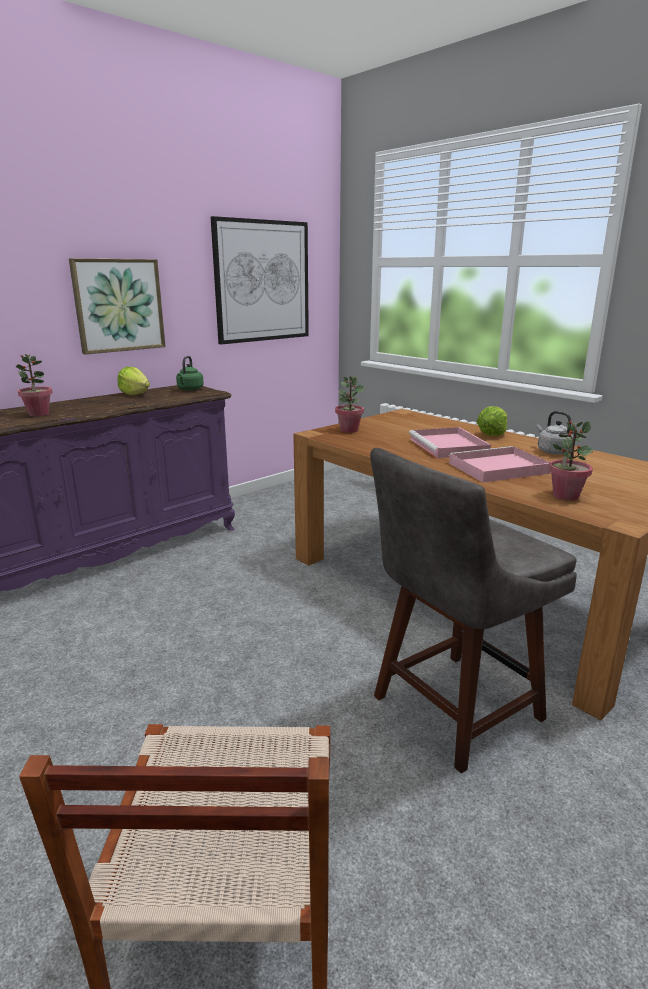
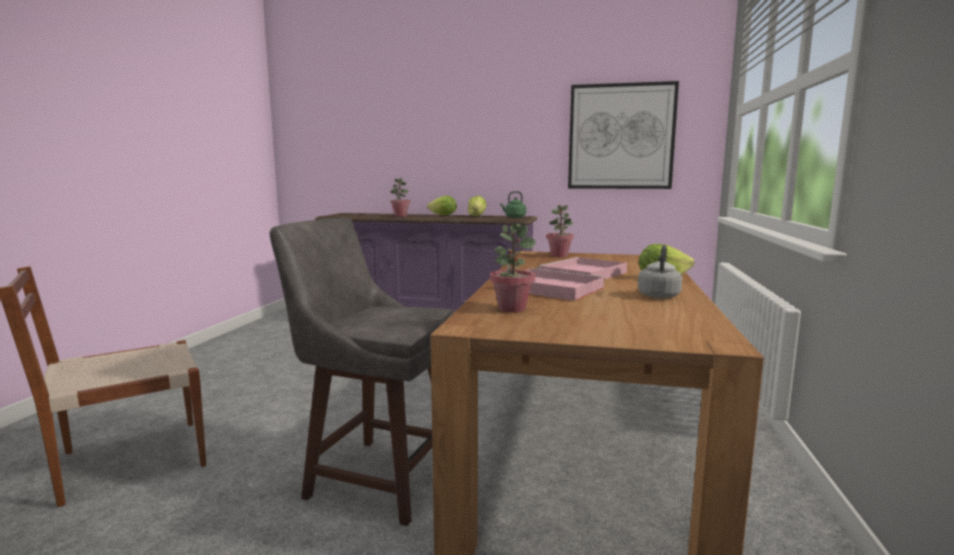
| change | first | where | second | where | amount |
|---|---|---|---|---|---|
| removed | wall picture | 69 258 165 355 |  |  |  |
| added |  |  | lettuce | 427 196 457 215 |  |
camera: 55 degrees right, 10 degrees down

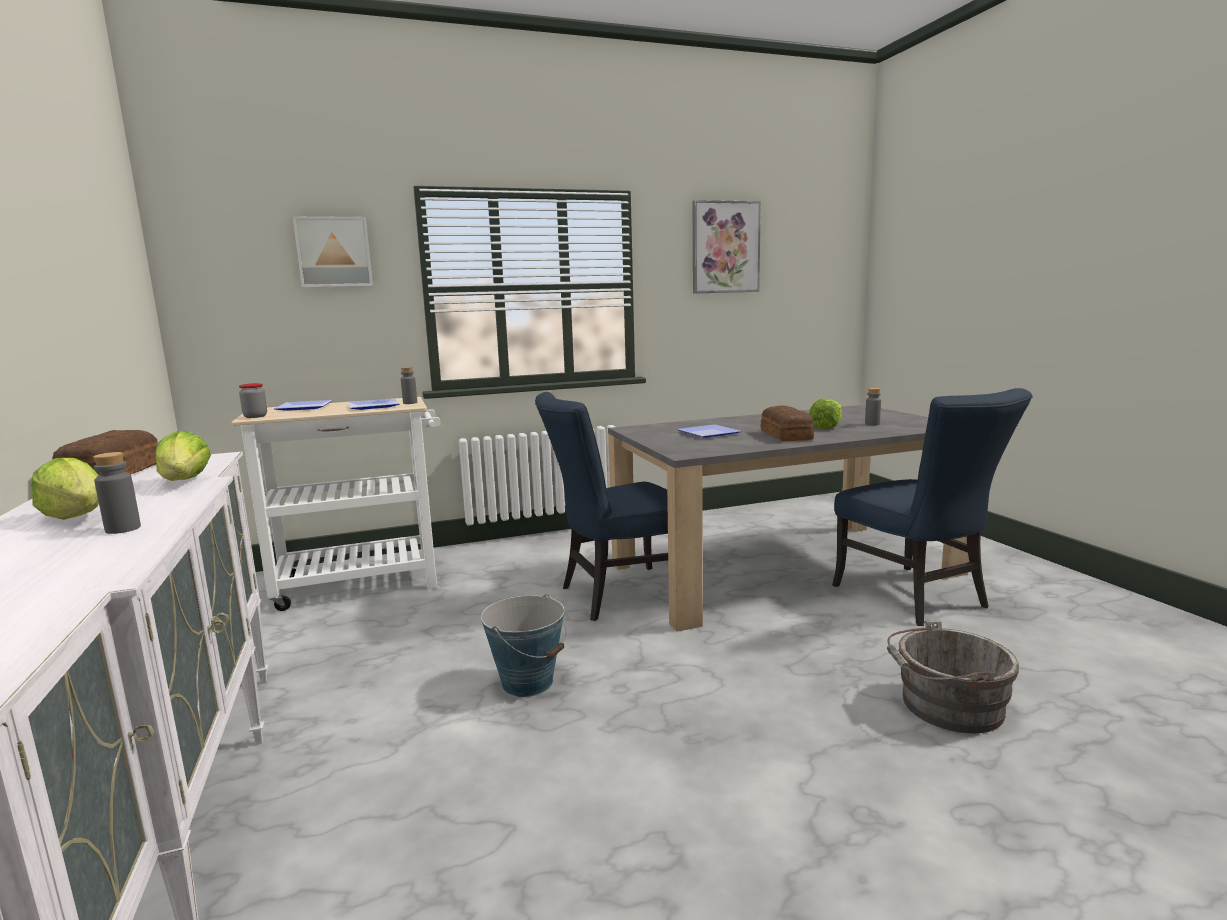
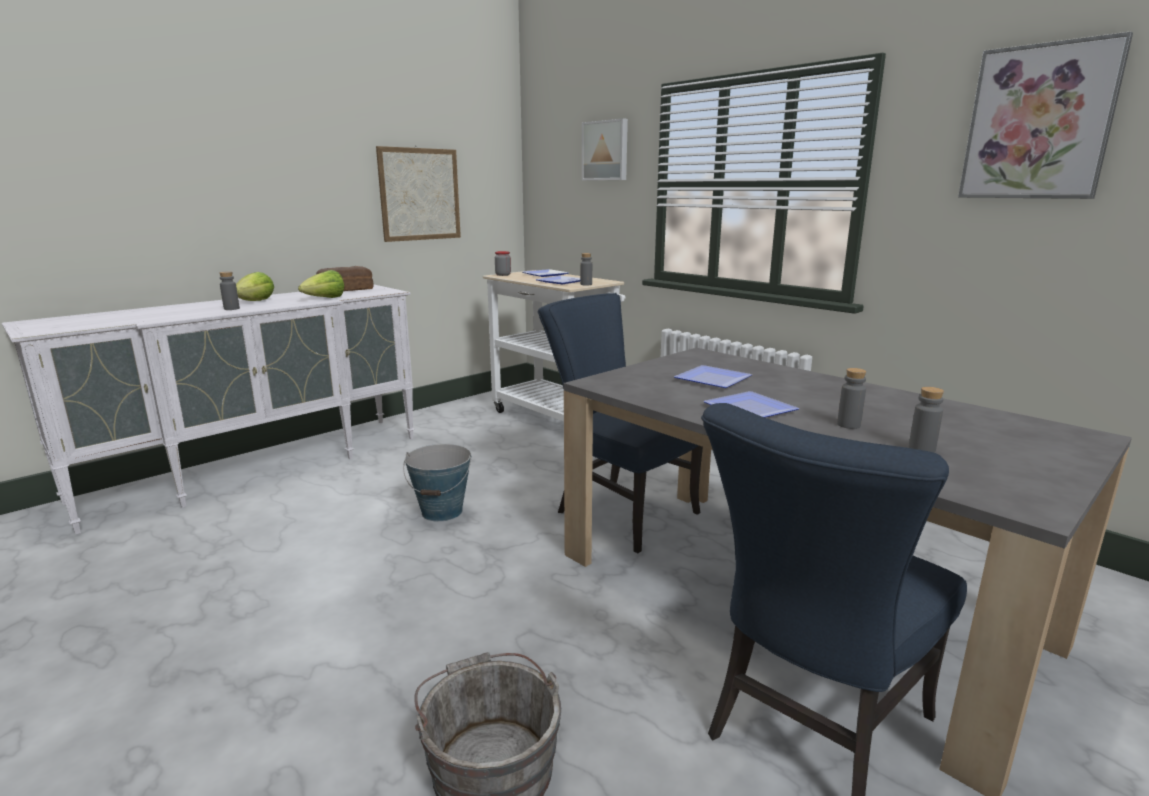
| change | first | where | second | where | amount |
|---|---|---|---|---|---|
| added |  |  | wall picture | 376 146 461 242 |  |
| replaced | baked bread | 761 405 814 441 | flat dish | 704 391 799 418 |  |
| replaced | lettuce | 809 398 842 429 | greyish beverage bottle | 837 368 866 429 |  |
camera: 65 degrees right, 5 degrees up

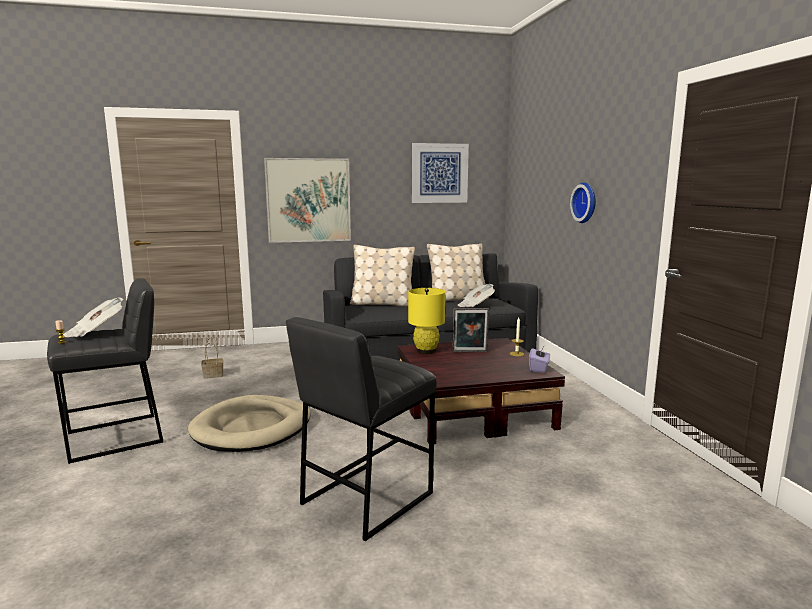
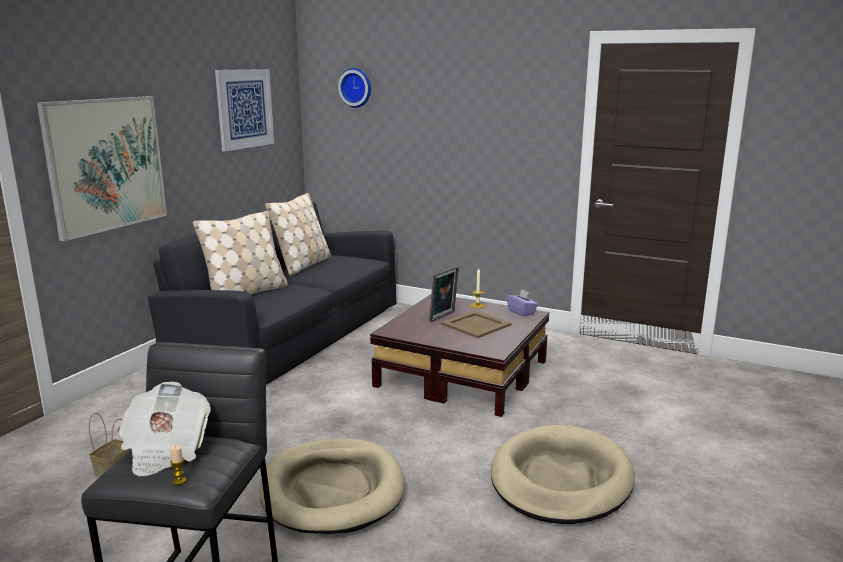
| change | first | where | second | where | amount |
|---|---|---|---|---|---|
| removed | yellow-coloured lamp for a table | 408 288 445 354 |  |  |  |
| removed | printed paper | 458 284 495 307 |  |  |  |
| added |  |  | beige serving tray | 441 310 512 338 |  |
| moved | hanging clock | 570 182 596 223 |  | 338 68 371 108 |  |
| replaced | greyish sitting stool | 286 317 437 541 | beige dog bed | 491 425 635 524 |  |
camera: 50 degrees left, 5 degrees up

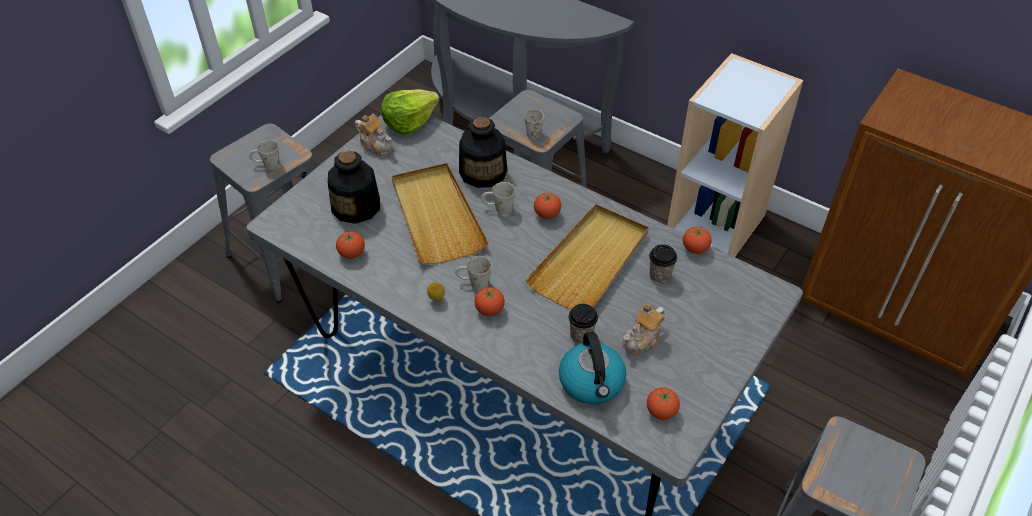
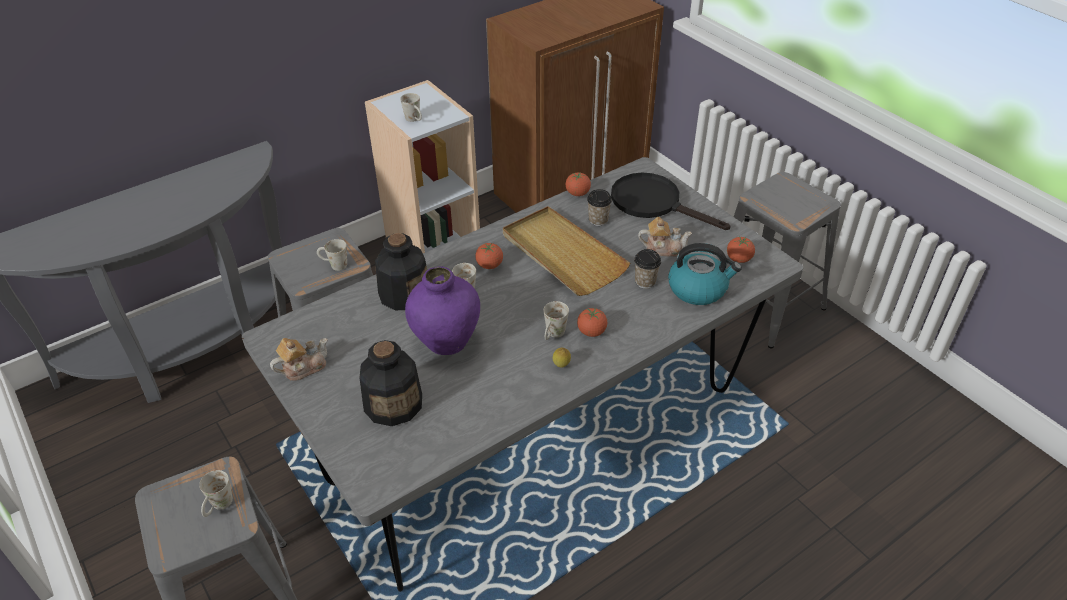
| change | first | where | second | where | amount |
|---|---|---|---|---|---|
| removed | whole tomato | 336 231 365 259 |  |  |  |
| removed | lettuce | 381 89 439 135 |  |  |  |
| added |  |  | white-coloured mug | 400 93 422 122 |  |
| added |  |  | black-coloured skillet | 611 173 730 230 |  |
| replaced | beige serving tray | 392 163 488 264 | purple-coloured vase | 405 266 480 355 |  |
| turned | teapot | 622 304 665 355 |  | 638 217 692 257 | 60 degrees counterclockwise |
camera: 70 degrees left, 5 degrees down

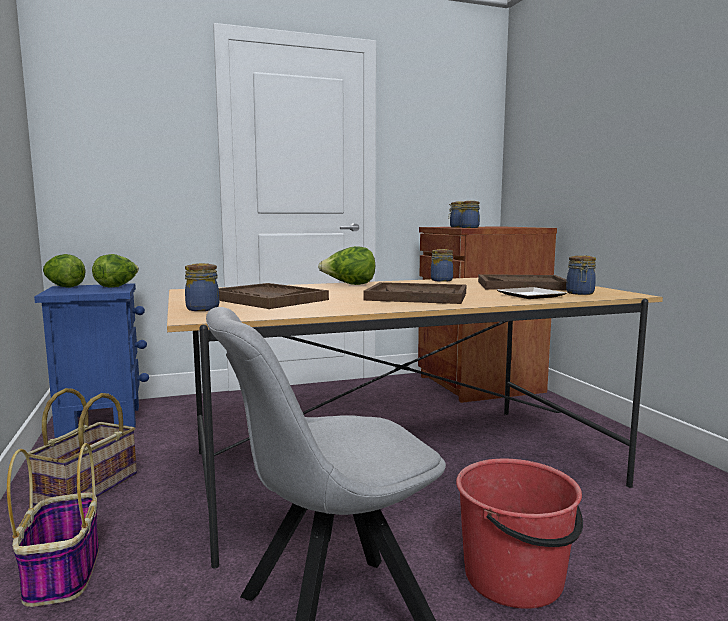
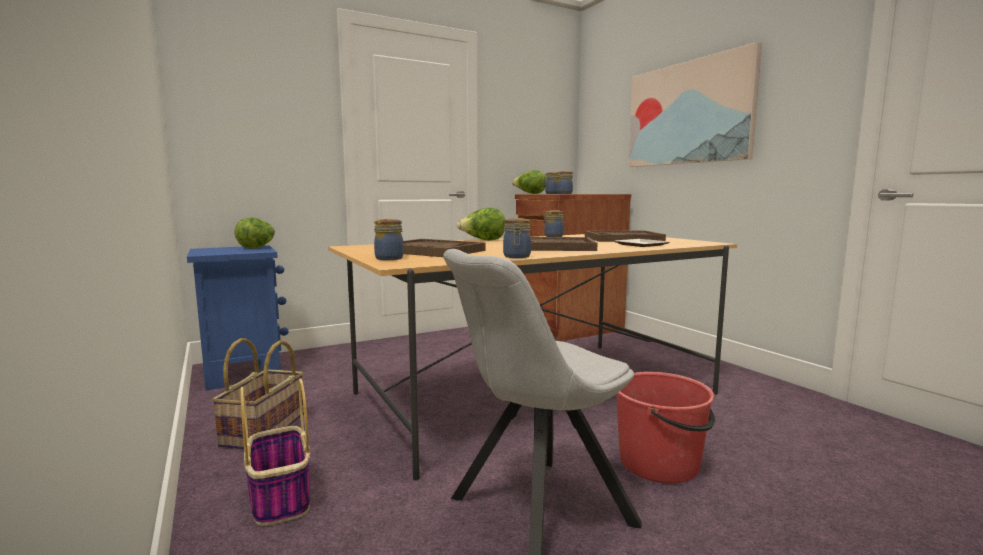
| change | first | where | second | where | amount |
|---|---|---|---|---|---|
| added |  |  | wall picture | 628 42 762 167 |  |
| moved | lettuce | 43 254 86 288 |  | 512 170 546 194 |  |
| moved | jar | 566 255 596 295 |  | 503 218 531 258 |  |
camera: 10 degrees left, 0 degrees up

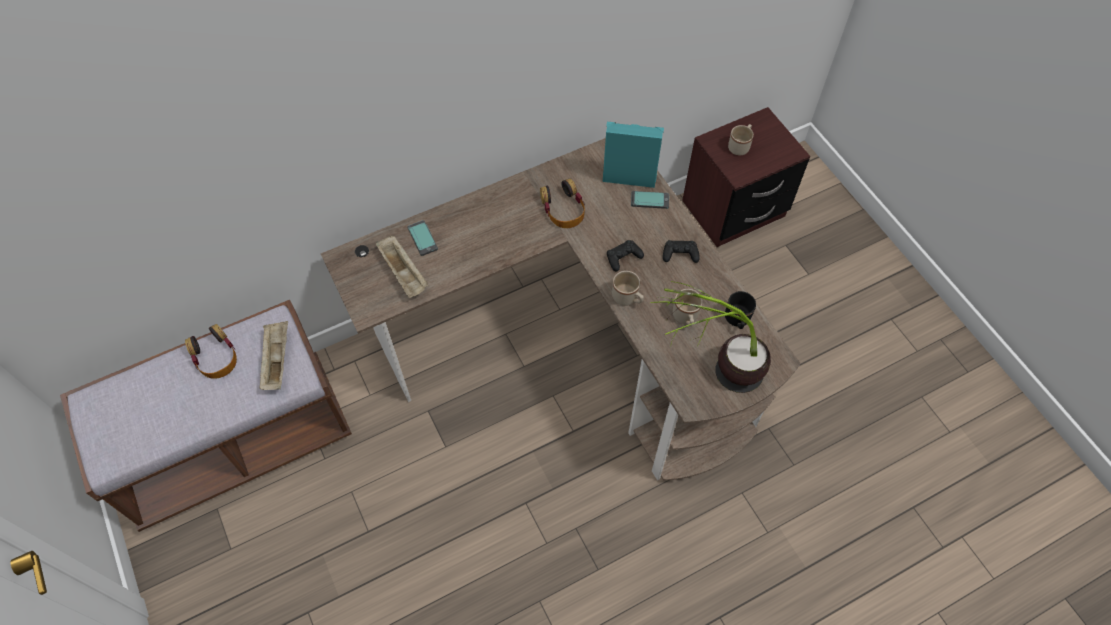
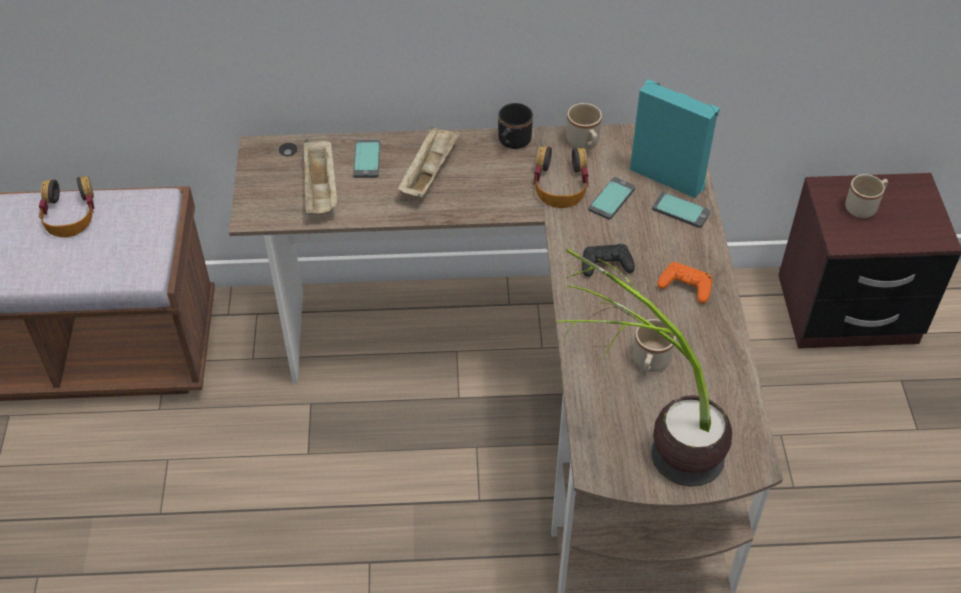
| change | first | where | second | where | amount |
|---|---|---|---|---|---|
| added |  |  | phone | 589 177 636 220 |  |
| moved | beige serving tray | 259 321 288 390 |  | 397 126 461 198 |  |
| moved | beige mug | 612 271 644 306 |  | 566 103 602 149 |  |
| moved | black-coloured mug | 725 291 756 329 |  | 498 103 533 149 |  |
| recoloured | black-coloured game controller | 663 240 700 263 | orange game controller | 657 262 712 303 |  |
camera: 25 degrees right, 10 degrees down

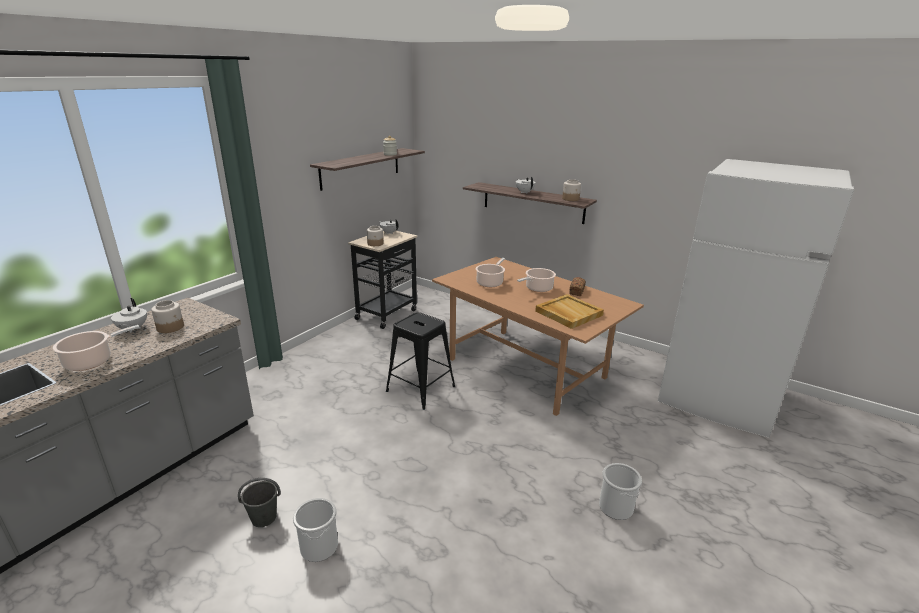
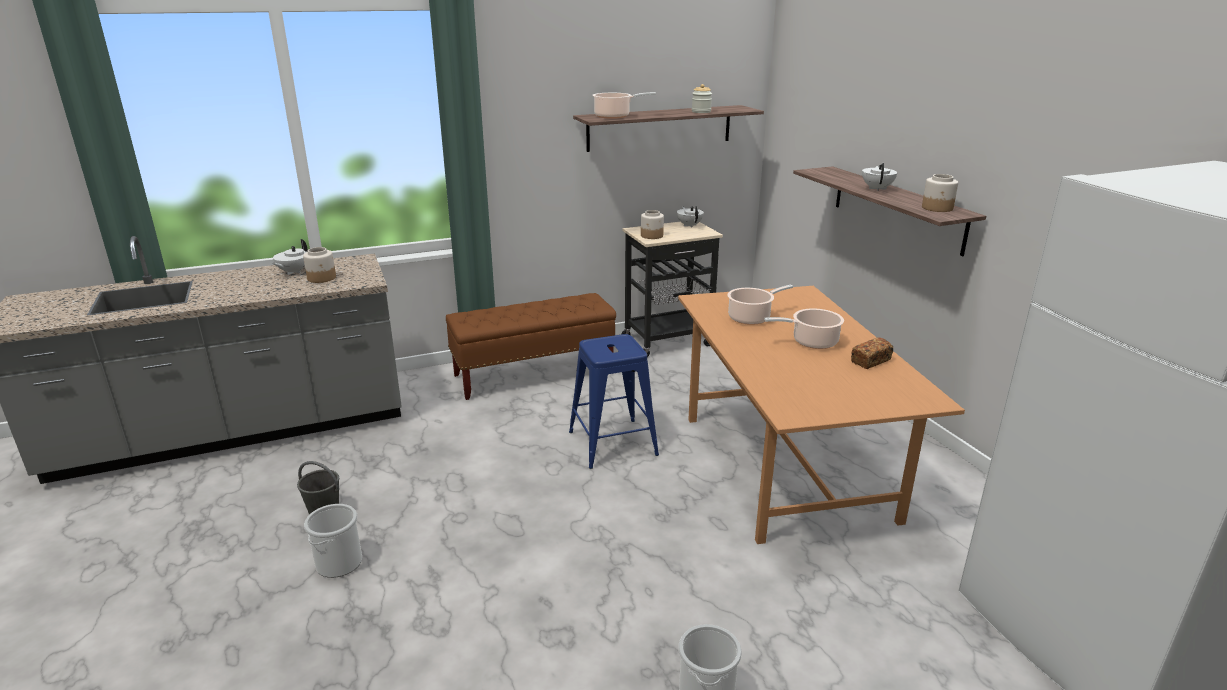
| change | first | where | second | where | amount |
|---|---|---|---|---|---|
| removed | beige serving tray | 535 294 604 329 |  |  |  |
| added |  |  | brown indoor bench | 446 293 616 400 |  |
| moved | cooking pot | 53 325 140 371 |  | 592 92 656 119 |  |
| recoloured | black-coloured sitting stool | 386 312 455 410 | bluish sitting stool | 569 334 659 469 |  |
camera: 35 degrees right, 0 degrees up

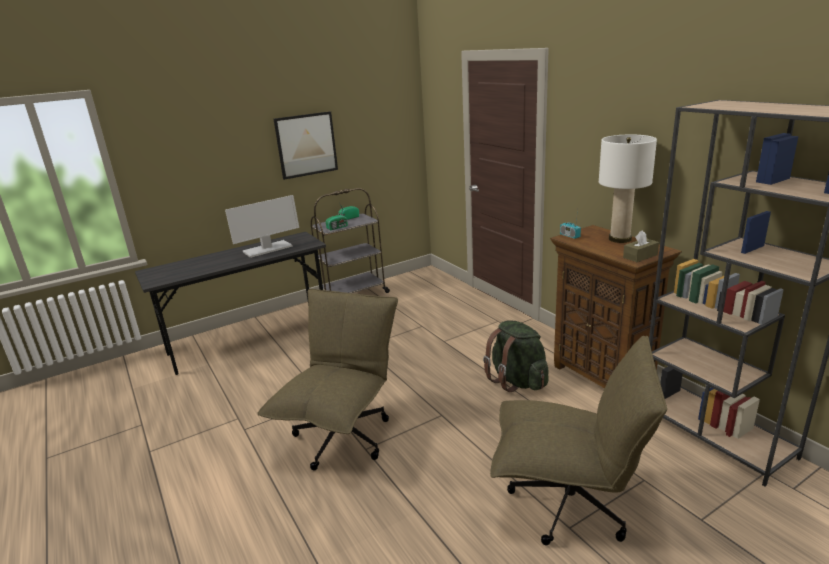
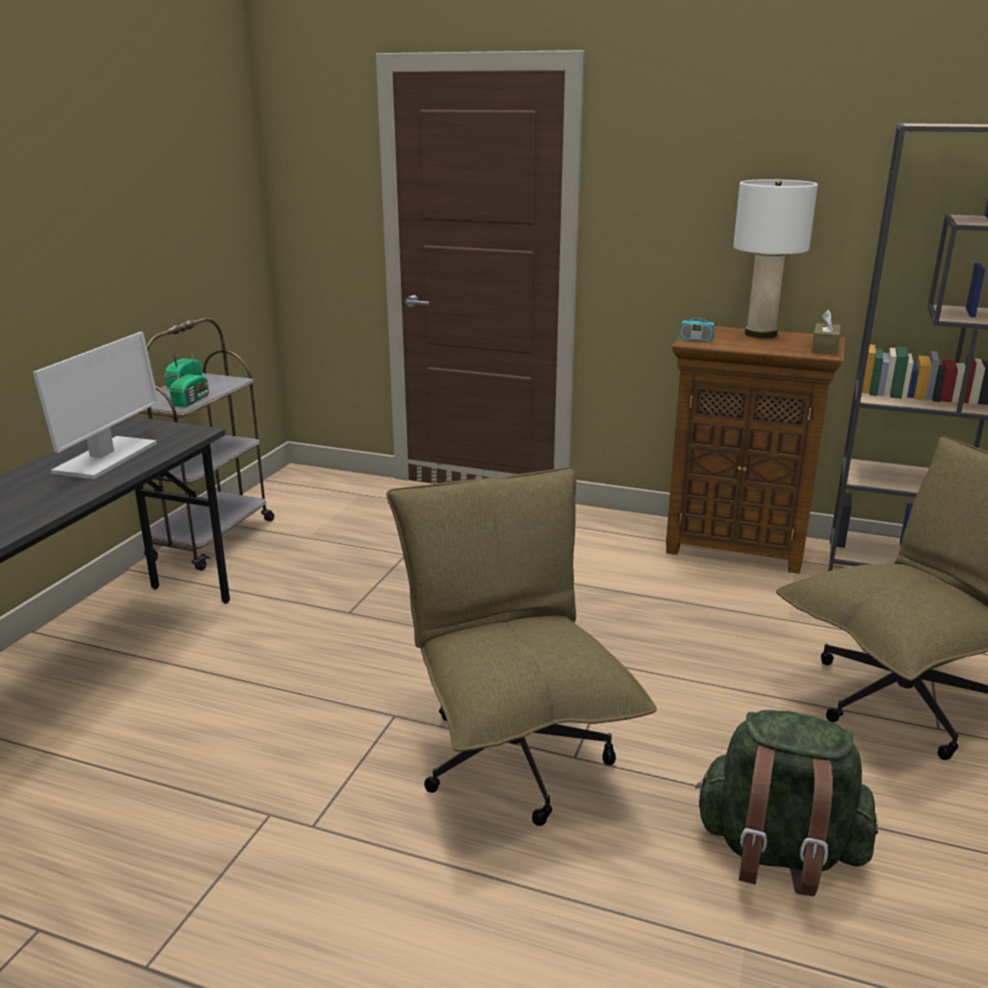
| change | first | where | second | where | amount |
|---|---|---|---|---|---|
| removed | wall picture | 274 111 338 180 |  |  |  |
| moved | green-coloured rucksack | 483 320 548 392 |  | 695 710 878 896 |  |
camera: 40 degrees left, 0 degrees up

